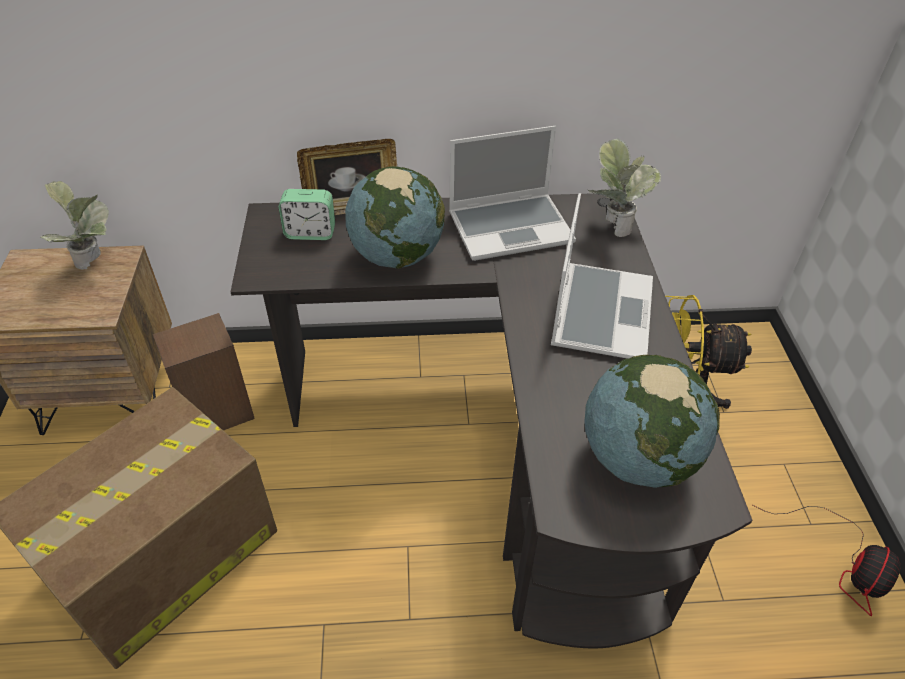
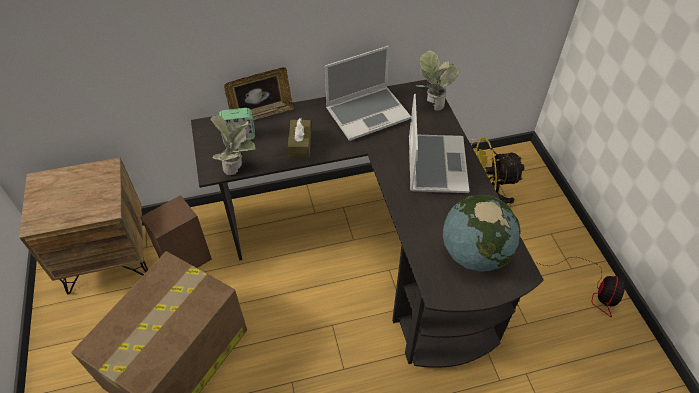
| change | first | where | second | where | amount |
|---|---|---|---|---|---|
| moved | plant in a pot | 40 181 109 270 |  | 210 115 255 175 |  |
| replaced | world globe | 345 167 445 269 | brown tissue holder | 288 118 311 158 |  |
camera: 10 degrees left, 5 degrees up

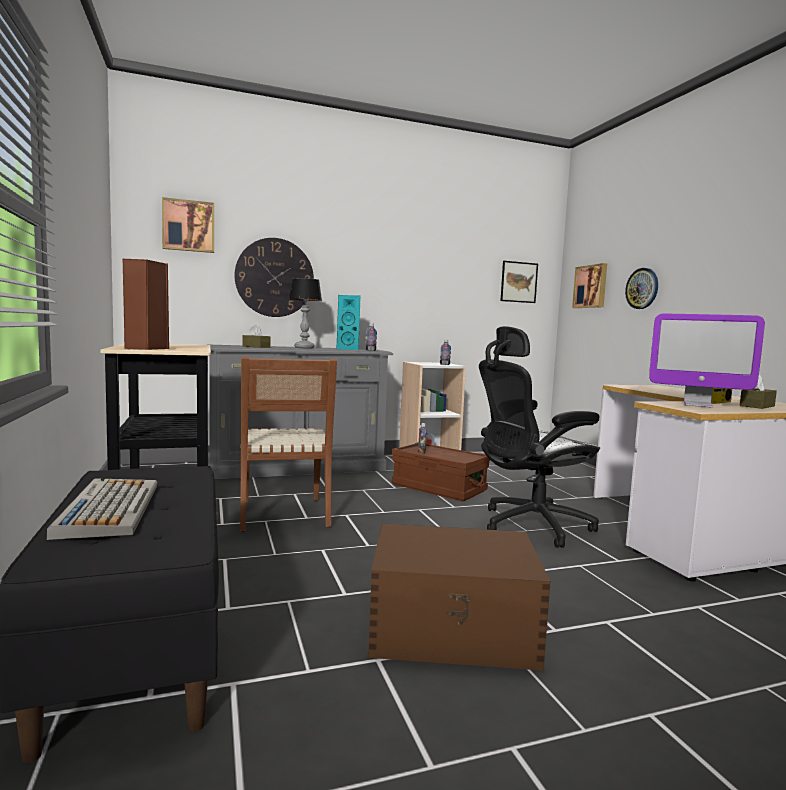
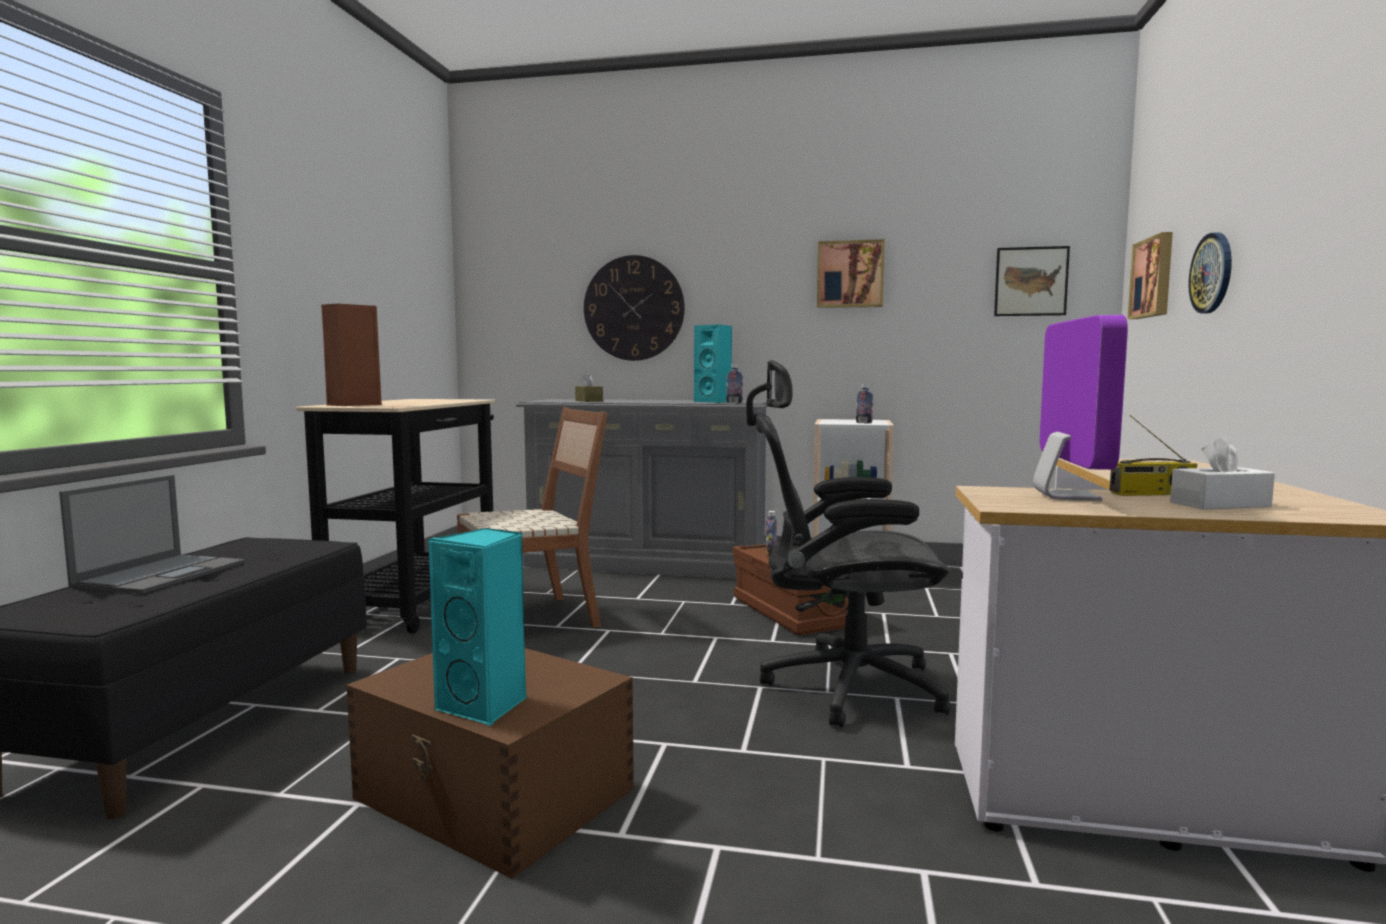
| change | first | where | second | where | amount |
|---|---|---|---|---|---|
| removed | lamp for a table | 289 278 322 348 |  |  |  |
| added |  |  | blue-green audio speaker | 428 528 526 727 |  |
| moved | wall picture | 162 197 214 253 |  | 817 239 885 308 |  |
| replaced | computer keyboard | 47 478 157 540 | portable computer | 59 475 245 594 |  |
| recoloured | brown tissue holder | 740 374 777 409 | white-coloured tissue holder | 1170 437 1275 510 |  |
| turned | upright chair | 240 356 337 532 |  | 457 407 608 629 | 135 degrees counterclockwise |
| turned | computer screen | 649 314 765 408 |  | 1033 315 1128 501 | 135 degrees counterclockwise |
camera: 30 degrees right, 0 degrees up

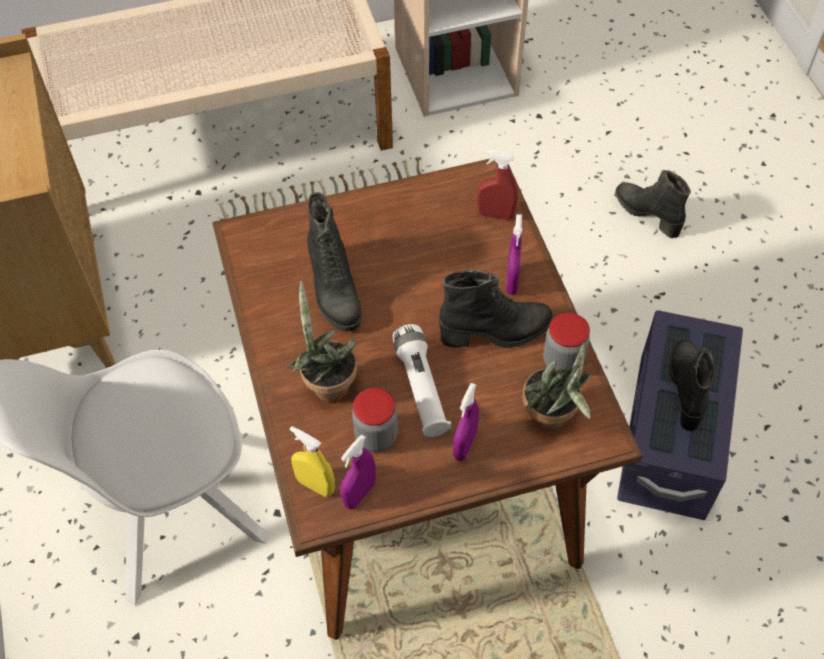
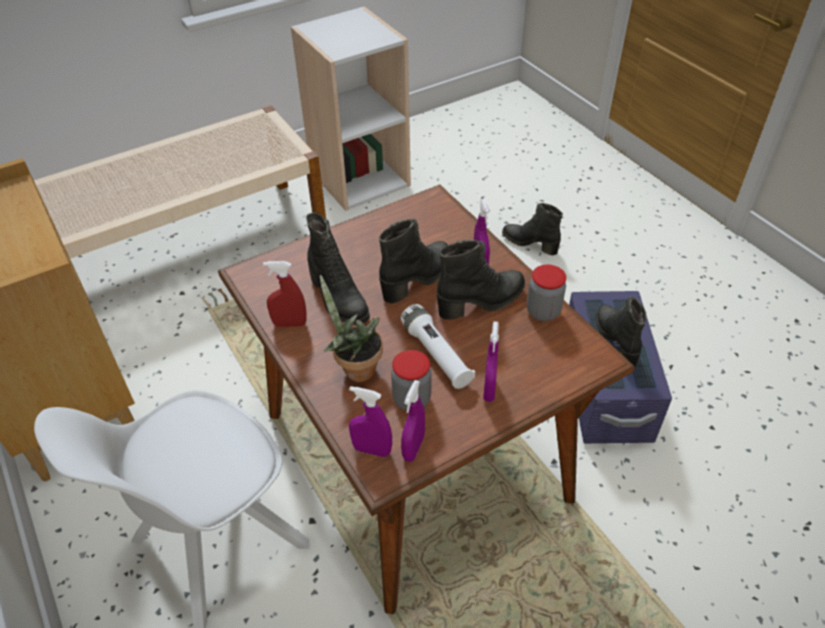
| change | first | where | second | where | amount |
|---|---|---|---|---|---|
| removed | plant in a pot | 523 343 594 431 |  |  |  |
| added |  |  | black-coloured high-top boot | 379 219 448 304 |  |
| moved | red spray bottle | 477 150 518 220 |  | 263 261 307 327 |  |
| recoloured | yellow-coloured spray bottle | 290 426 335 497 | purple-coloured spray bottle | 349 386 392 457 |  |
camera: 15 degrees left, 10 degrees down

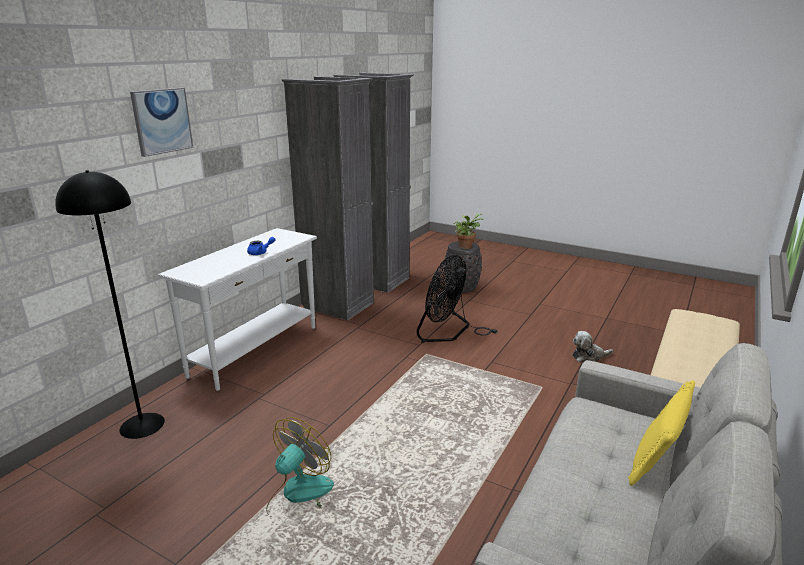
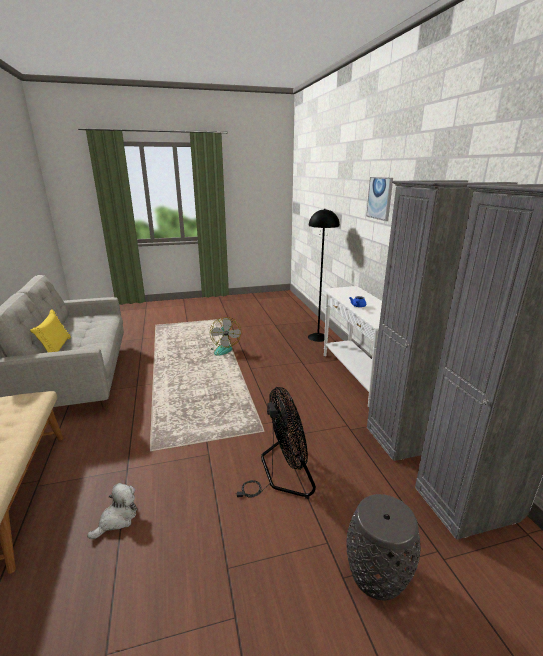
| change | first | where | second | where | amount |
|---|---|---|---|---|---|
| removed | plant in a pot | 454 213 483 249 |  |  |  |
camera: 135 degrees right, 0 degrees up

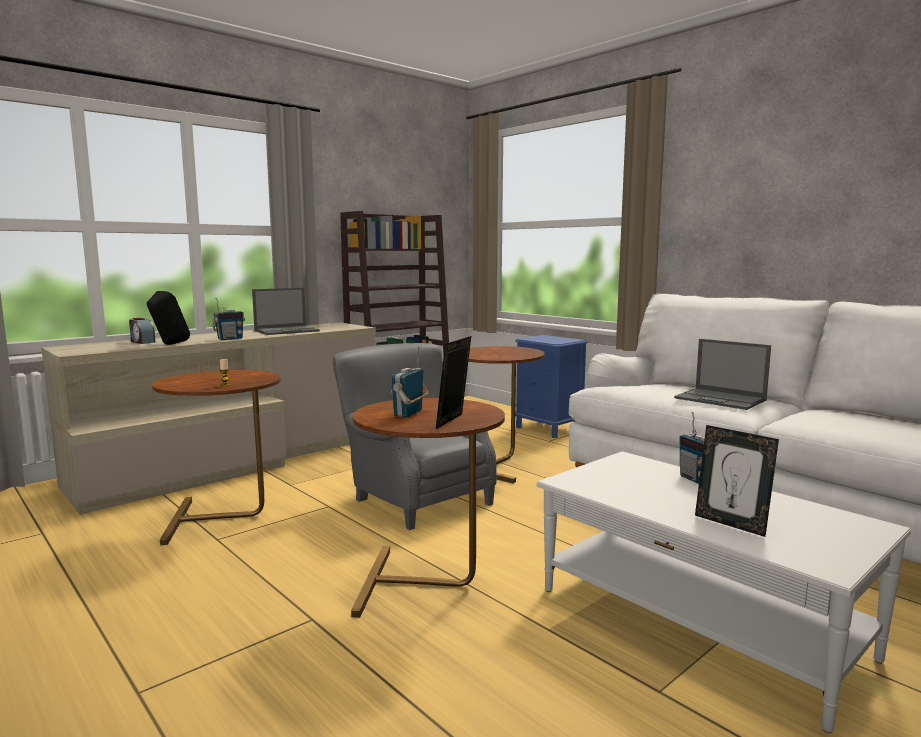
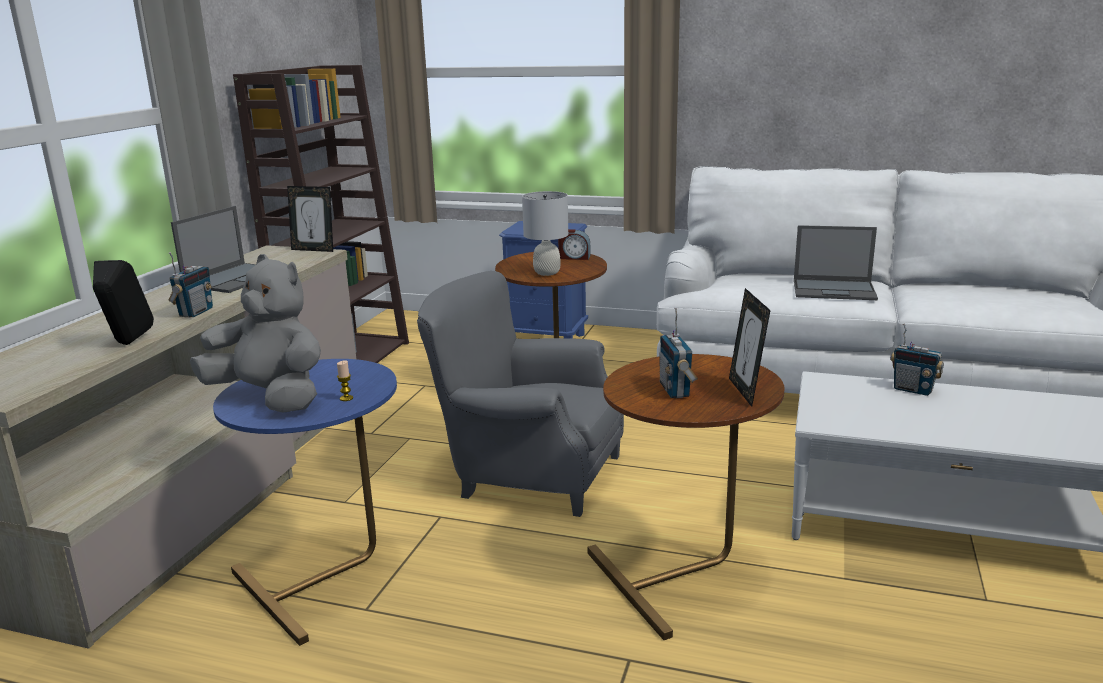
| change | first | where | second | where | amount |
|---|---|---|---|---|---|
| added |  |  | greyish soft toy | 190 254 321 413 |  |
| added |  |  | greyish lamp for a table | 522 191 568 276 |  |
| moved | bedside clock | 129 318 155 344 |  | 558 229 590 260 |  |
| moved | picture frame | 695 425 779 537 |  | 287 186 333 252 |  |
| recoloured | brown side table | 152 370 281 545 | bluish side table | 213 359 397 646 |  |
camera: 30 degrees left, 10 degrees up

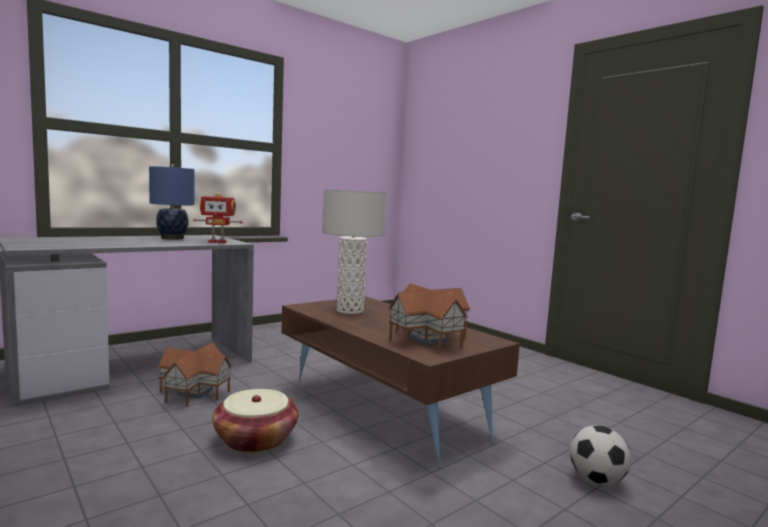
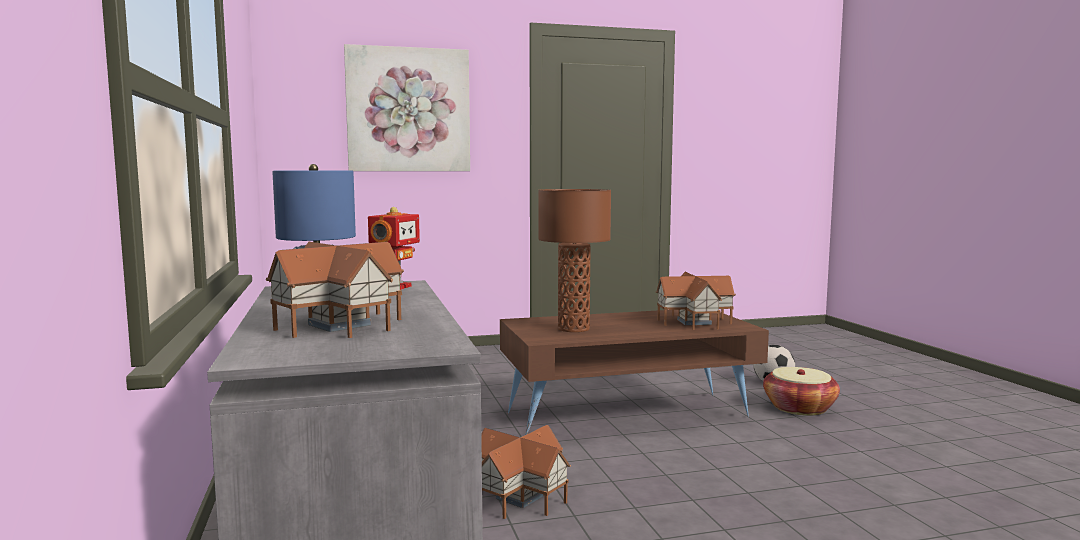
| change | first | where | second | where | amount |
|---|---|---|---|---|---|
| added |  |  | miniature house | 266 242 404 338 |  |
| added |  |  | wall picture | 344 44 470 171 |  |
| moved | storage basket | 212 389 299 453 |  | 763 367 840 416 |  |
| recoloured | white-coloured lamp for a table | 322 189 386 314 | brown lamp for a table | 538 189 611 332 |  |
camera: 65 degrees left, 0 degrees up

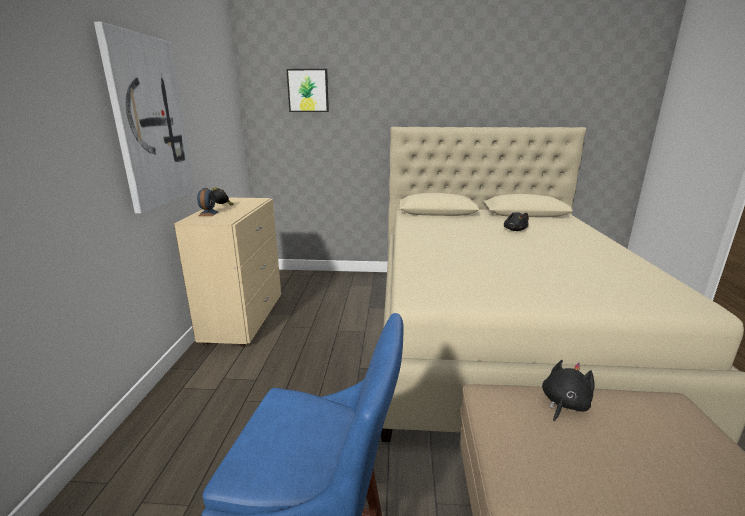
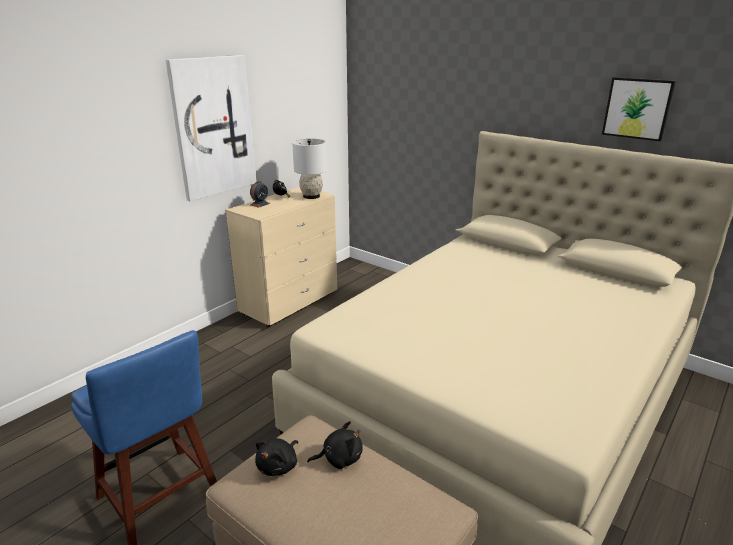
| change | first | where | second | where | amount |
|---|---|---|---|---|---|
| added |  |  | white-coloured lamp for a table | 292 139 327 199 |  |
| moved | wall picture | 286 69 329 112 |  | 602 77 676 141 |  |
| moved | black-coloured soft toy | 504 212 529 231 |  | 255 438 298 476 |  |
camera: 35 degrees right, 5 degrees up

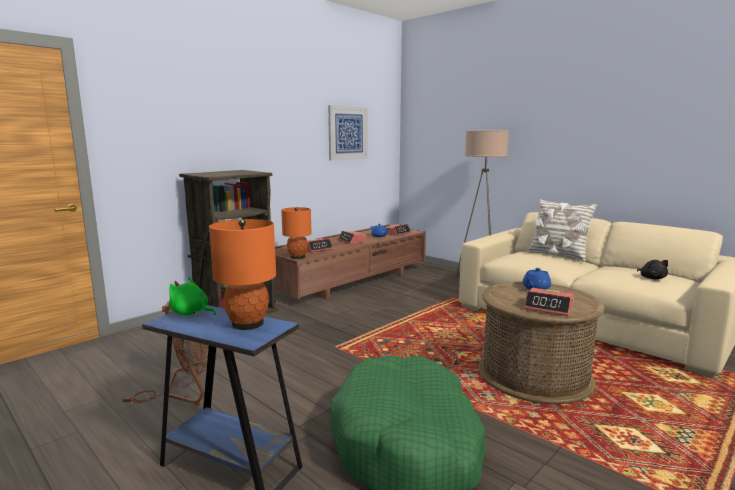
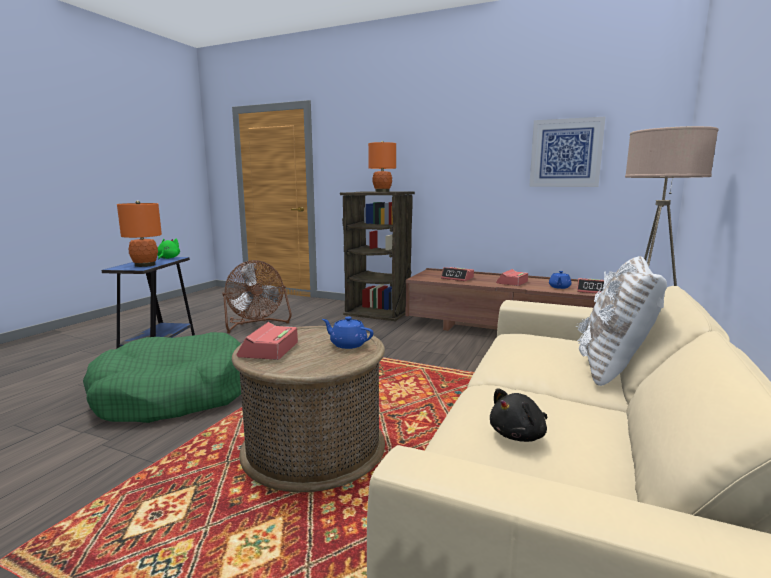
| change | first | where | second | where | amount |
|---|---|---|---|---|---|
| moved | orange lamp for a table | 281 207 311 259 |  | 368 141 396 192 |  |
camera: 70 degrees right, 0 degrees up

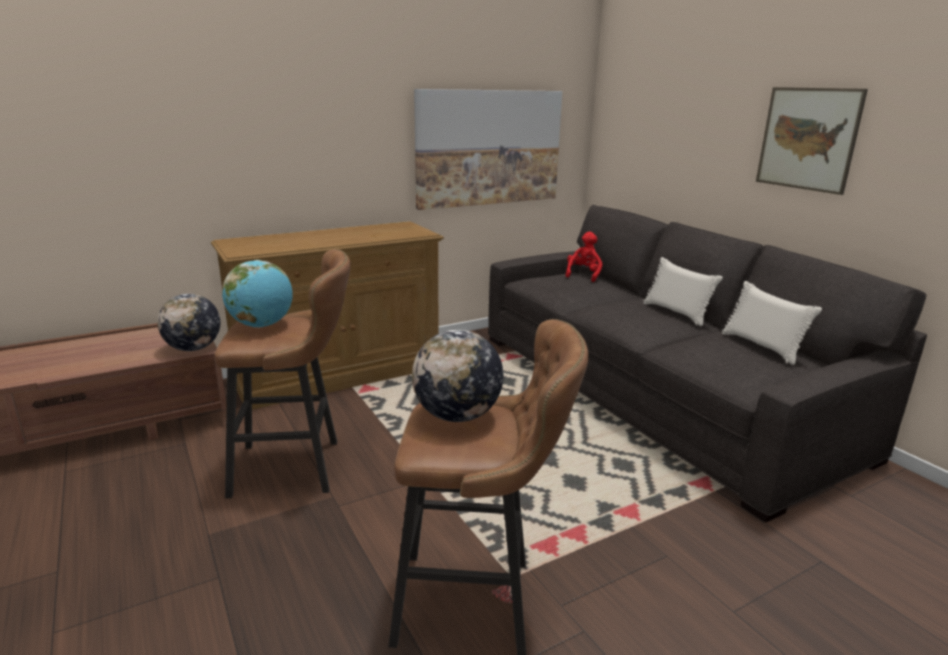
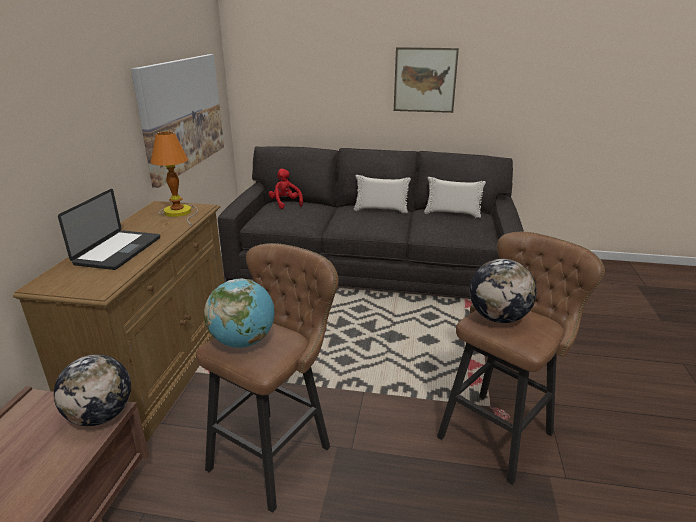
| change | first | where | second | where | amount |
|---|---|---|---|---|---|
| added |  |  | portable computer | 58 189 160 270 |  |
| added |  |  | lamp for a table | 151 131 198 225 |  |
camera: 50 degrees left, 5 degrees up

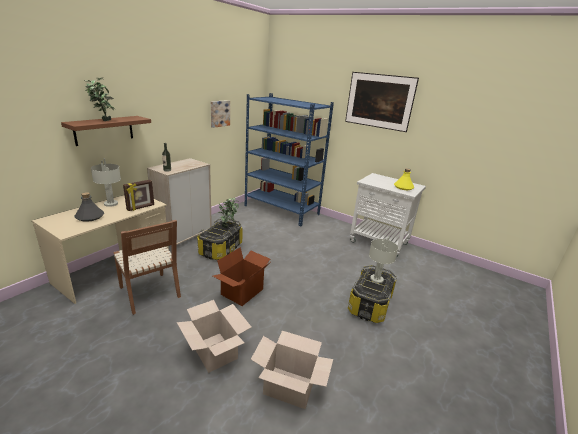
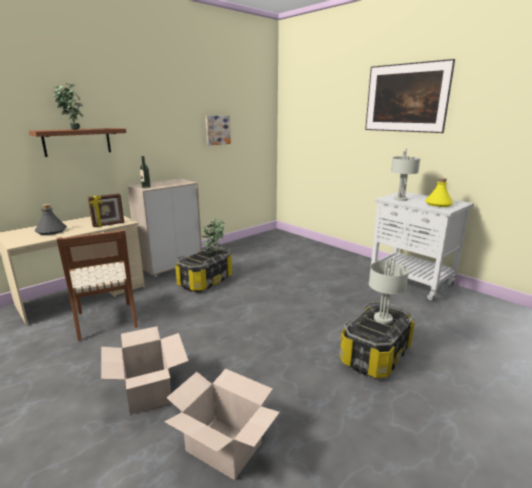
| change | first | where | second | where | amount |
|---|---|---|---|---|---|
| removed | cardboard box | 213 247 270 306 |  |  |  |
| removed | bluish bookcase | 245 93 334 226 |  |  |  |
| moved | greyish lamp for a table | 91 158 121 207 |  | 391 149 421 201 |  |
camera: 15 degrees right, 5 degrees down

